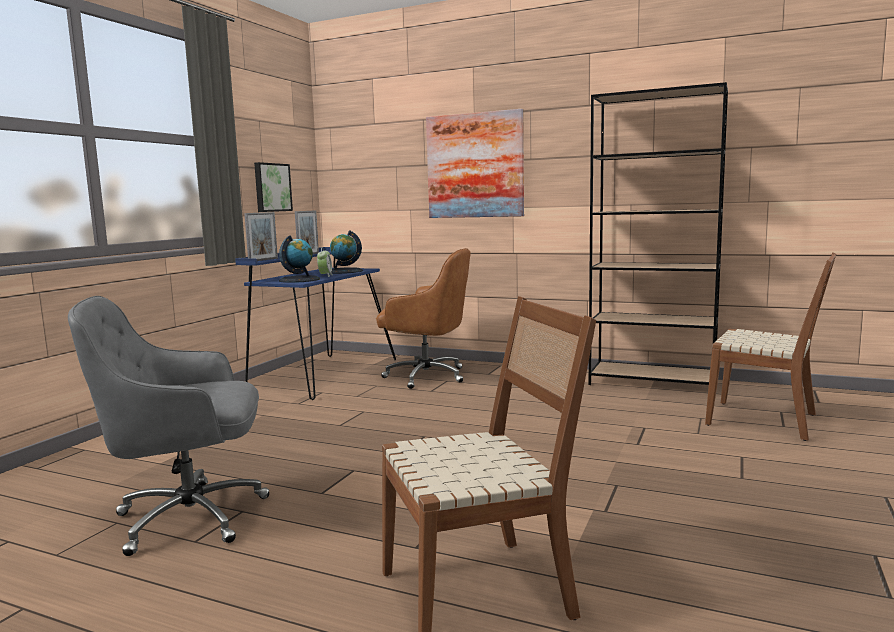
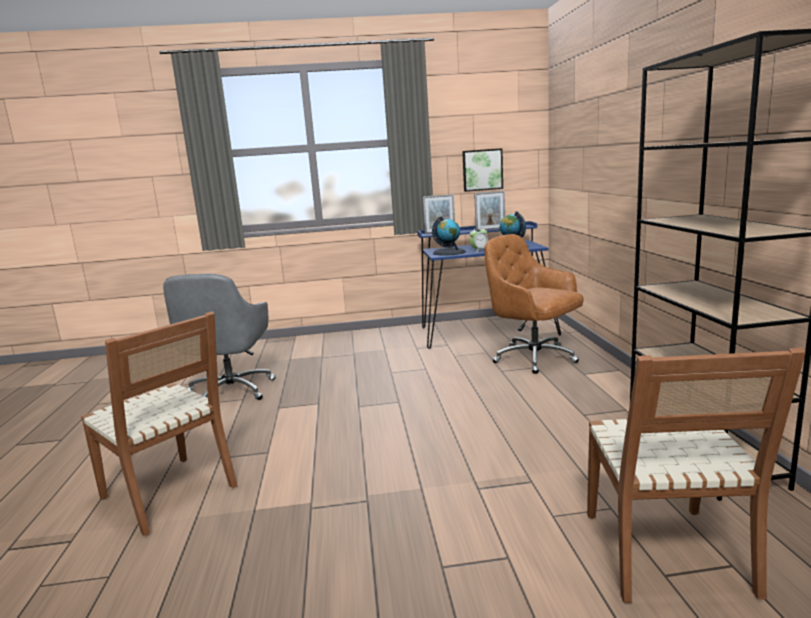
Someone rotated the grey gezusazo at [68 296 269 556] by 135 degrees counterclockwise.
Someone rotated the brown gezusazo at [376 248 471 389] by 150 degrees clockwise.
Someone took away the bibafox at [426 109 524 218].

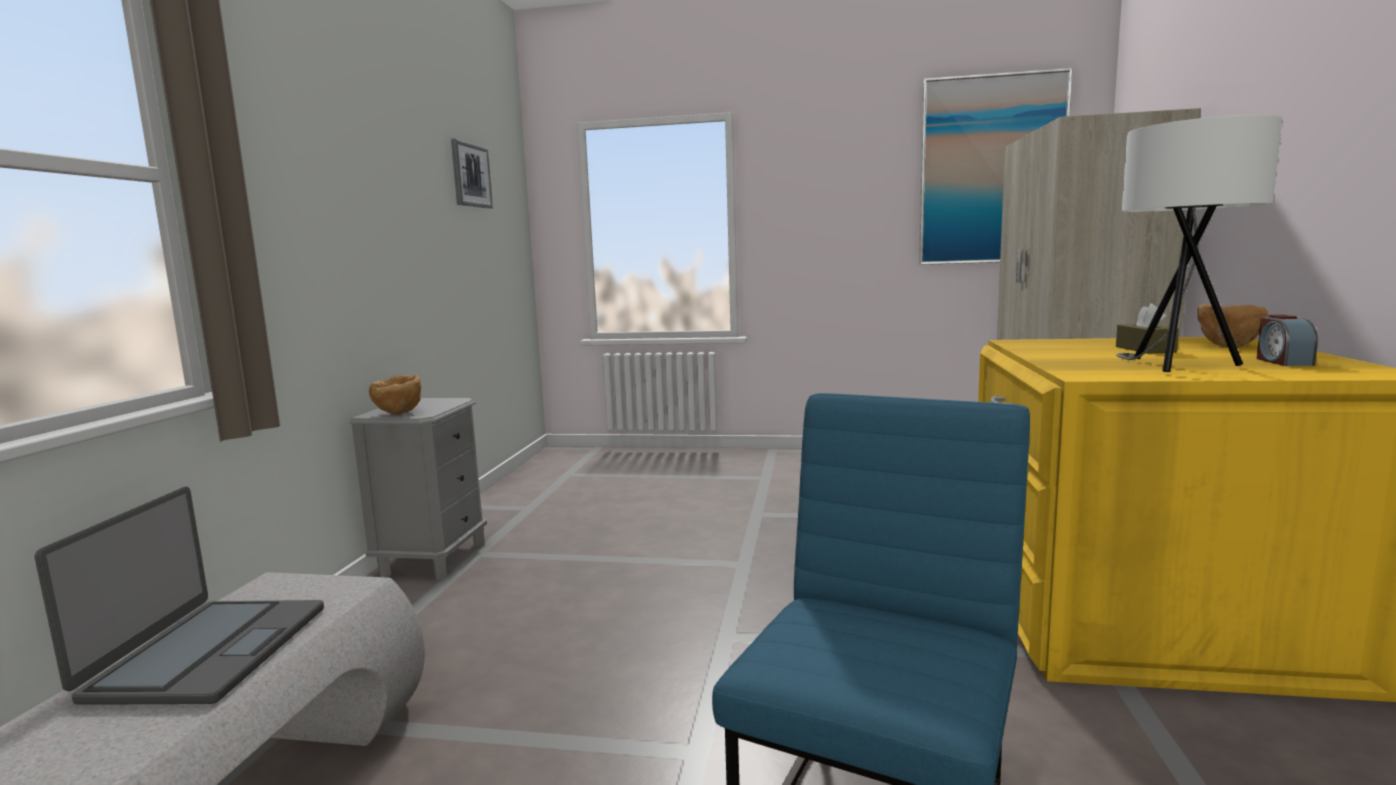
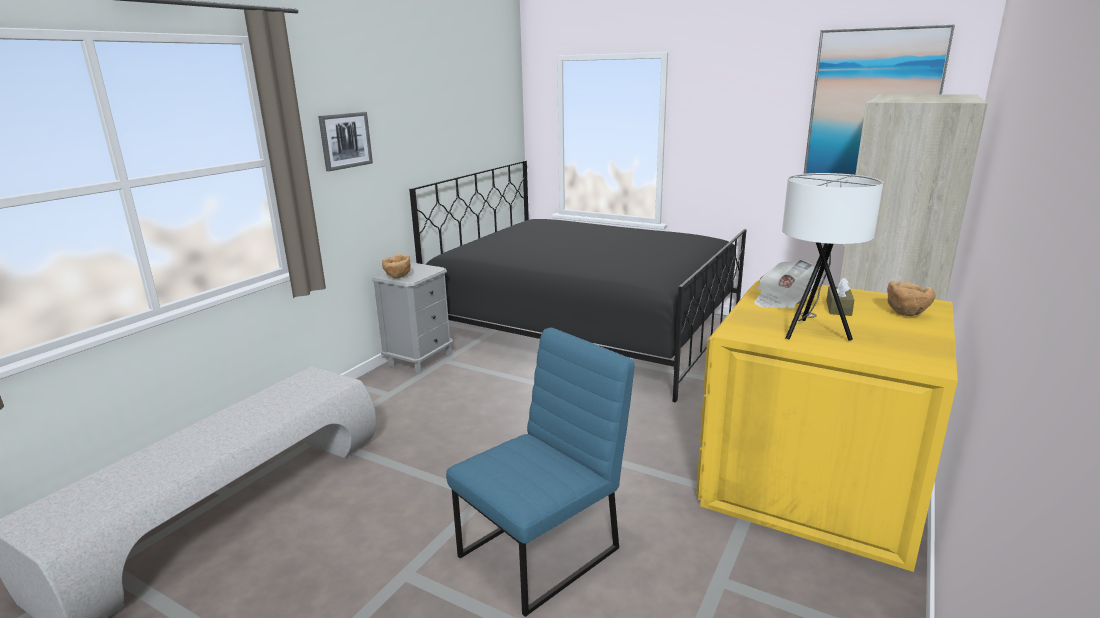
Someone carried the bibafox from [451 138 493 209] to [318 112 373 171].
Someone put down the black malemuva at [409 161 747 403].
Someone put down the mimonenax at [754 259 823 309].
Someone took away the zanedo at [35 487 324 705].
Someone took away the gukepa at [1257 315 1318 366].

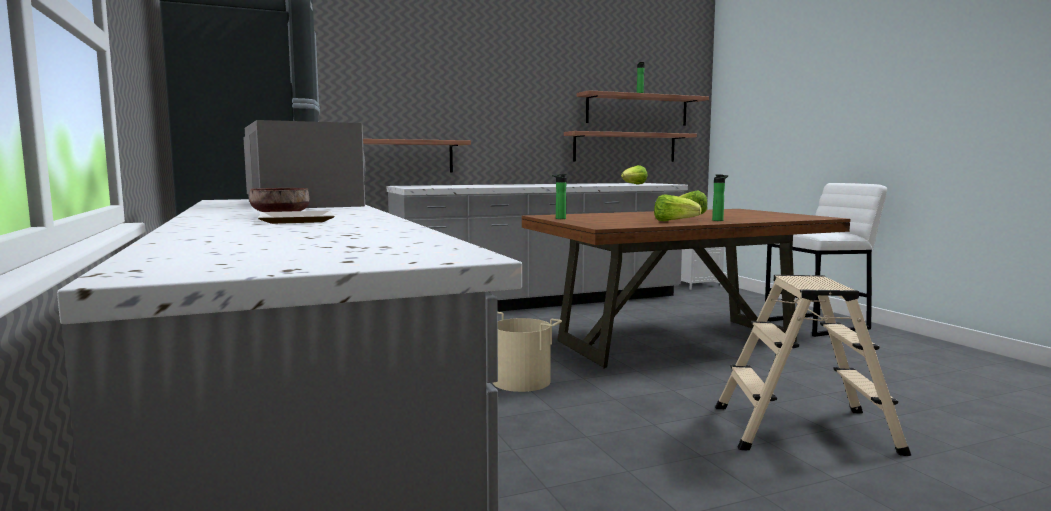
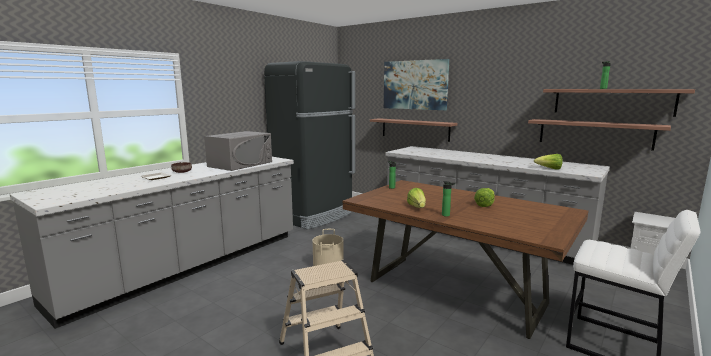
Someone put up the bibafox at [384 59 449 110].

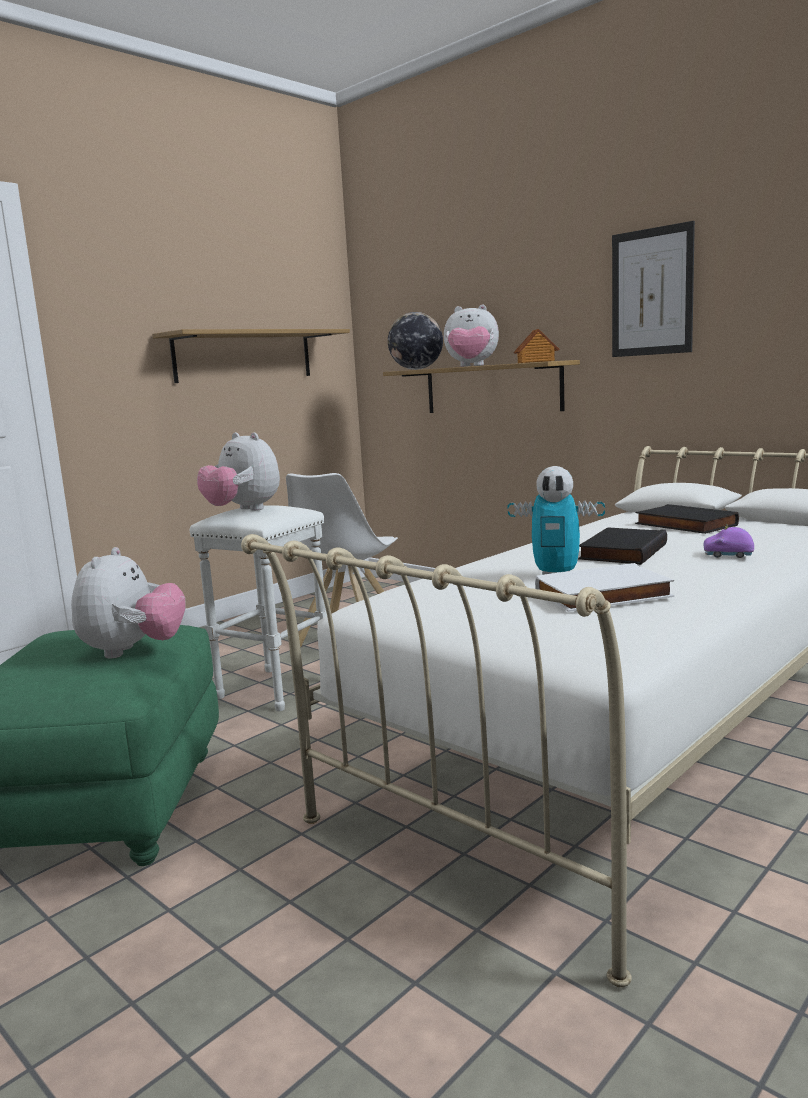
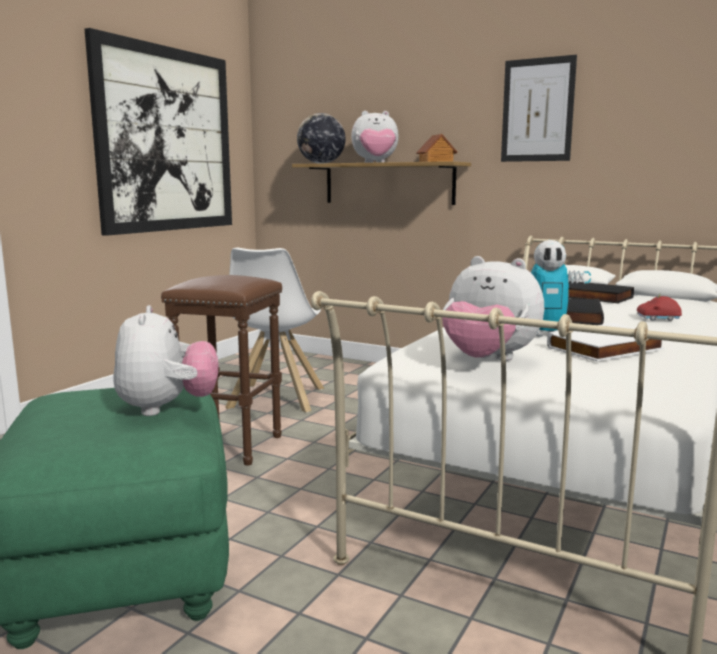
Someone swapped the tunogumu at [152 329 350 383] for the bibafox at [85 28 232 236].
Someone repainted the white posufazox at [189 505 327 711], which became the brown posufazox at [161 275 282 466].
Someone carried the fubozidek from [197 432 280 511] to [442 256 544 361].
Someone repainted the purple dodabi at [703 524 754 558], which became the red dodabi at [637 294 682 321].

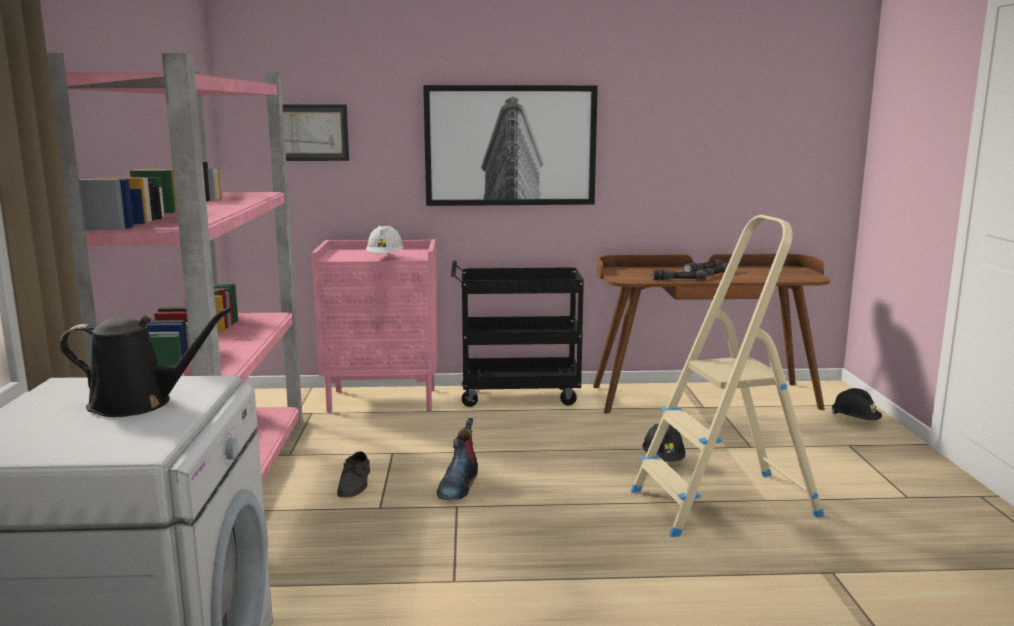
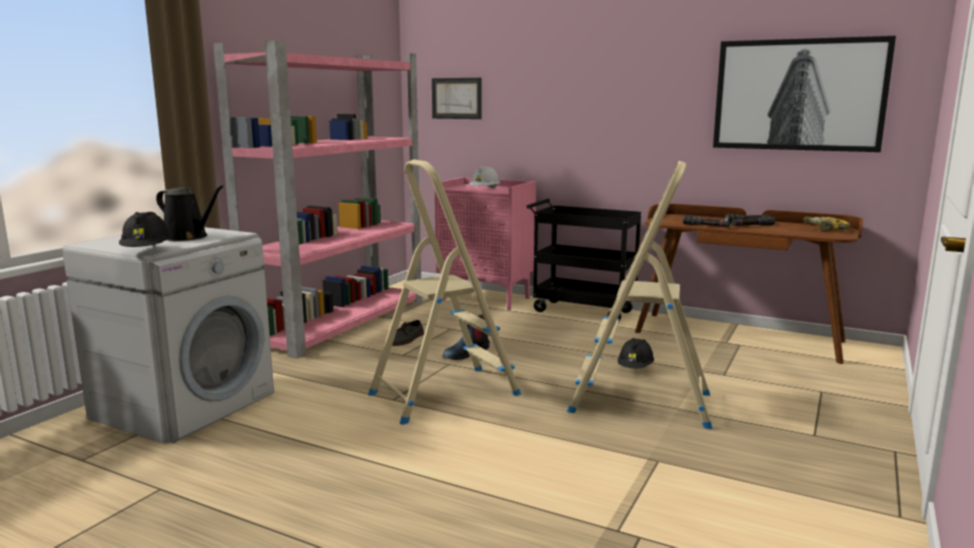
Someone carried the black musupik from [831 388 882 420] to [119 212 171 247].
Someone put down the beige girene at [368 159 521 425].
Someone carried the bibafox from [423 85 598 206] to [713 36 896 152].
Someone put down the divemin at [803 217 850 231].

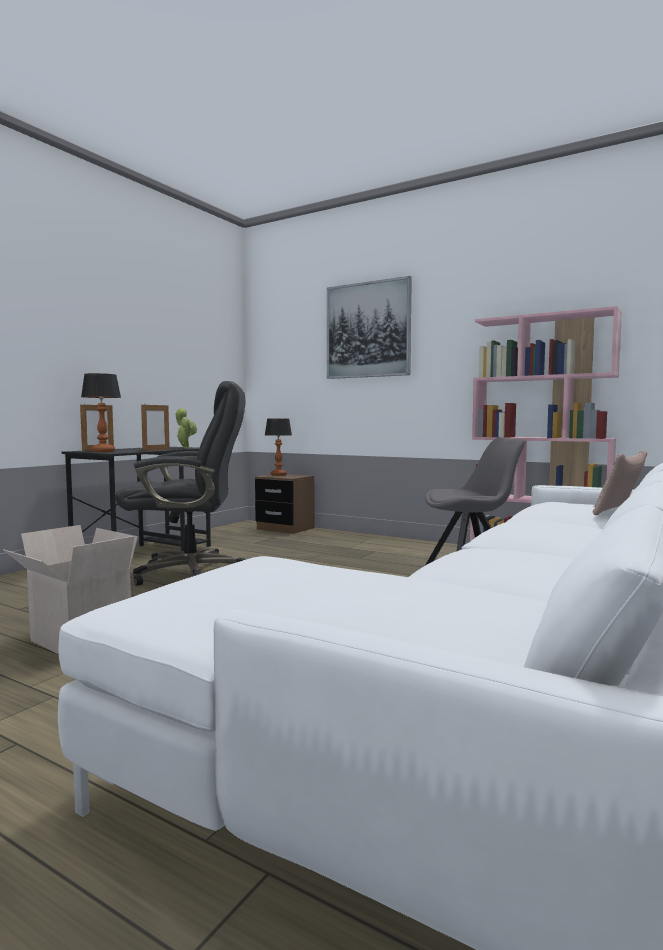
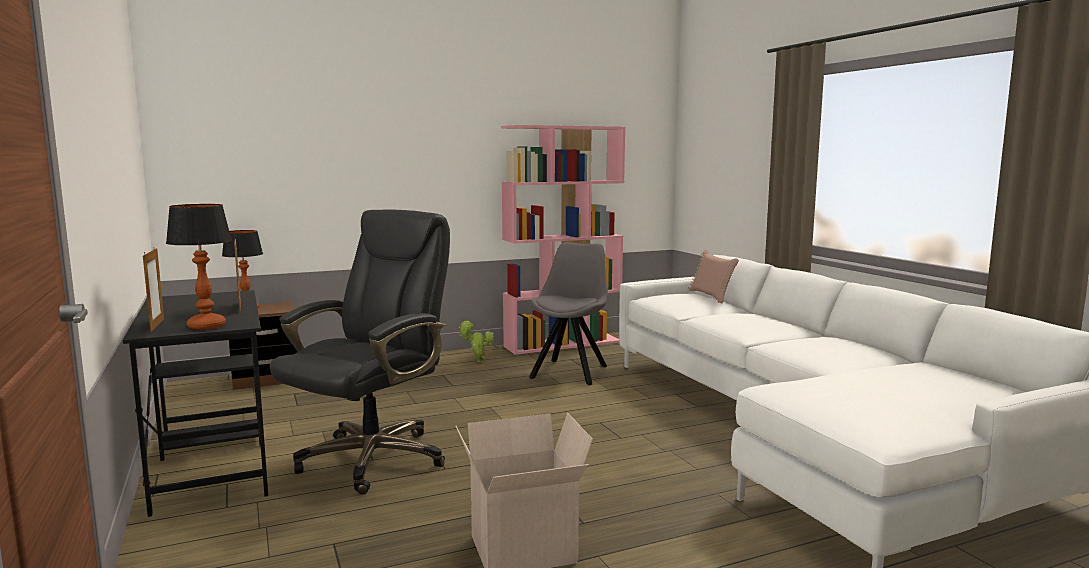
Someone carried the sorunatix from [176 408 197 449] to [459 321 494 362].
Someone took away the bibafox at [327 276 412 379].

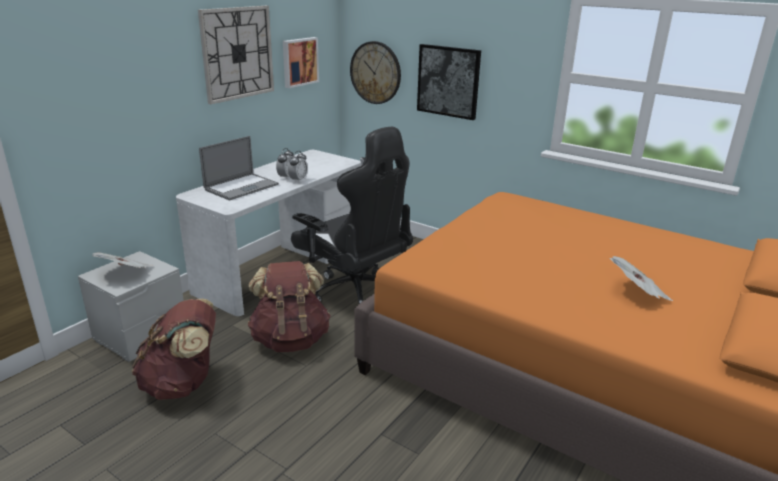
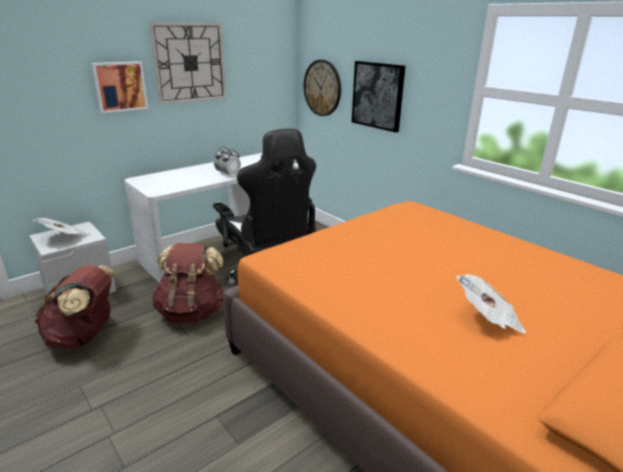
Someone carried the bibafox from [283 37 319 88] to [91 61 148 113].
Someone took away the zanedo at [199 136 279 200].

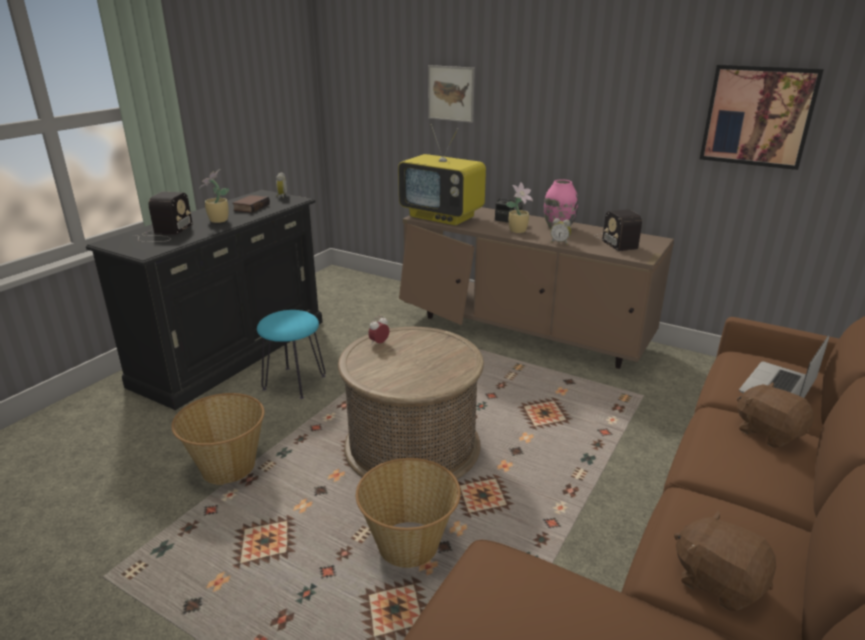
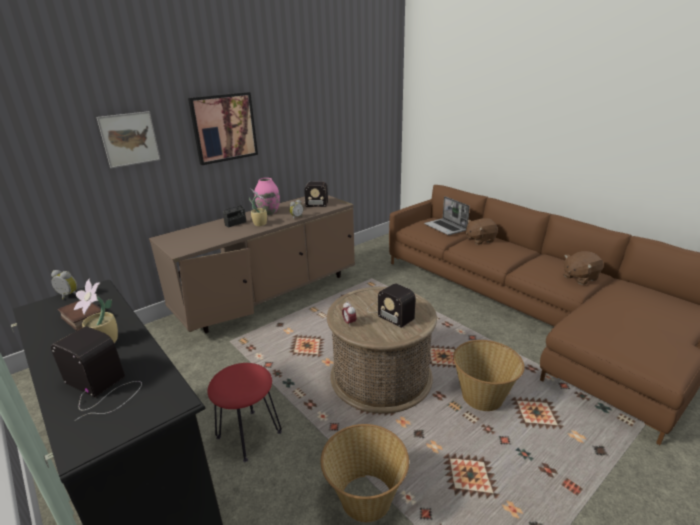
Someone carried the bibafox from [700 64 824 170] to [188 92 258 165].
Someone repainted the turquoise posufazox at [257 310 326 399], which became the red posufazox at [208 363 282 462].
Someone put down the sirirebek at [367 283 416 328].
Someone took away the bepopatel at [398 124 486 226].

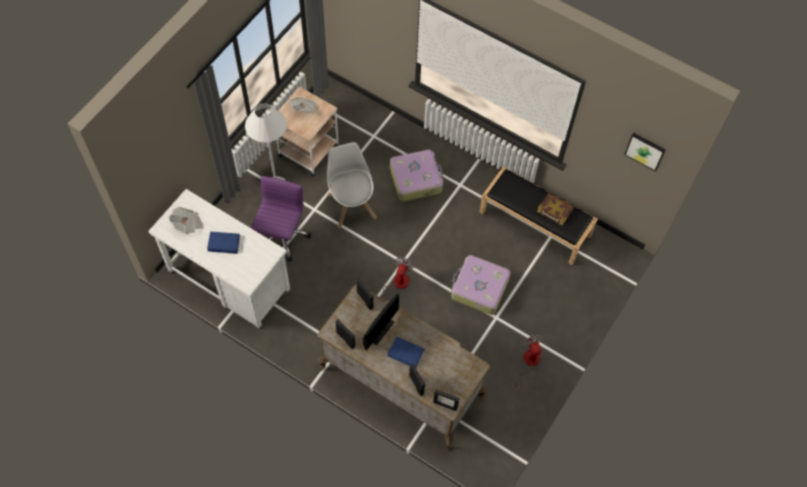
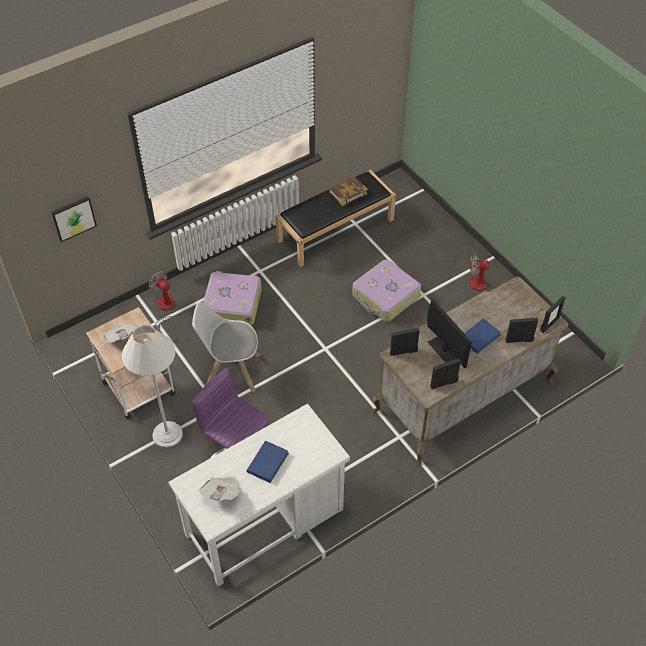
Someone carried the bibafox from [624 133 666 172] to [51 196 97 242].
Someone carried the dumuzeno from [366 257 414 294] to [149 271 175 330].

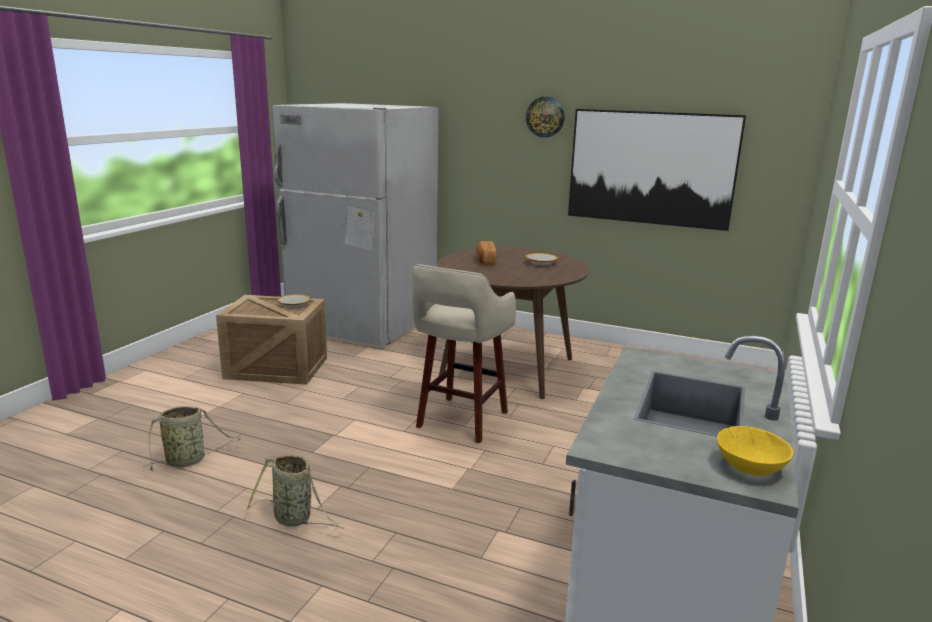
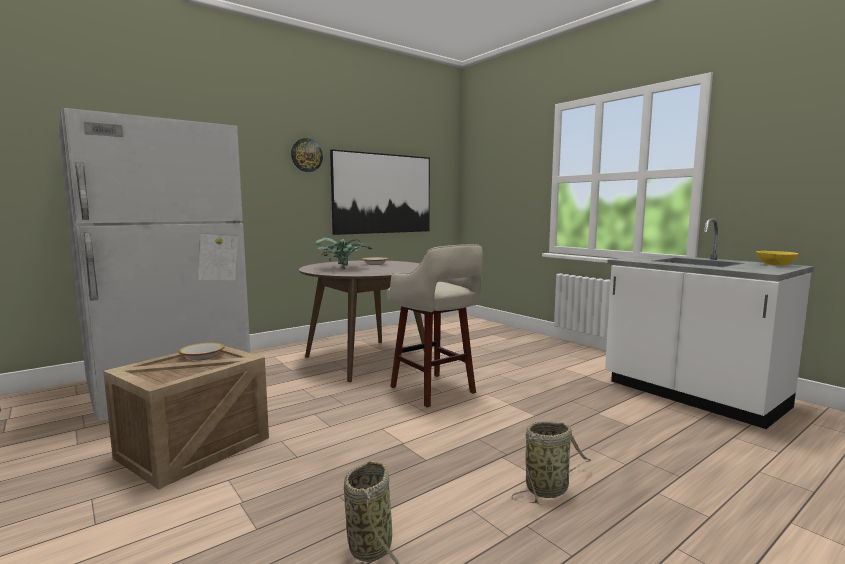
Someone swapped the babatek at [476 241 497 265] for the sorunatix at [314 238 372 269].

